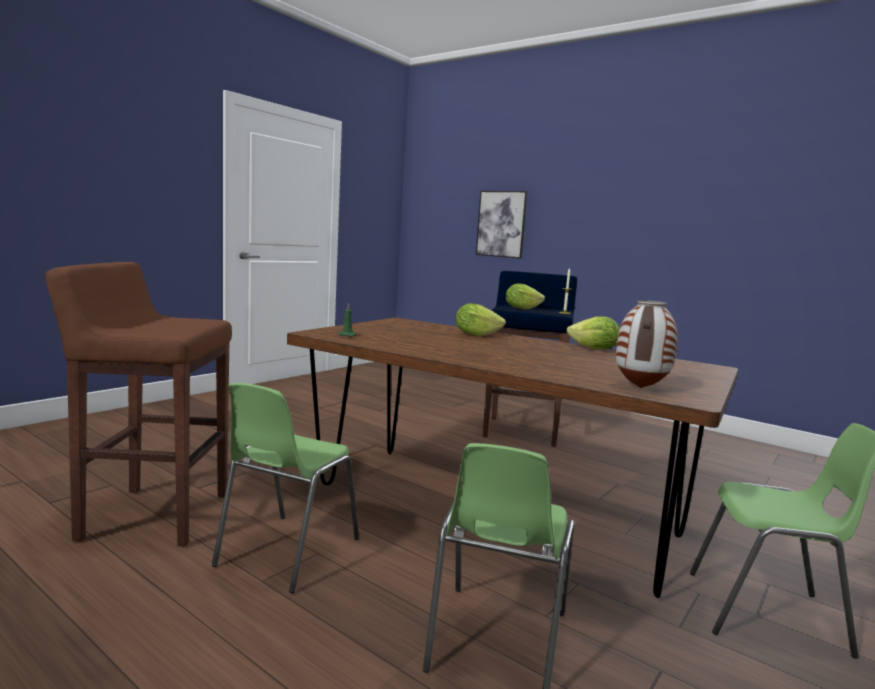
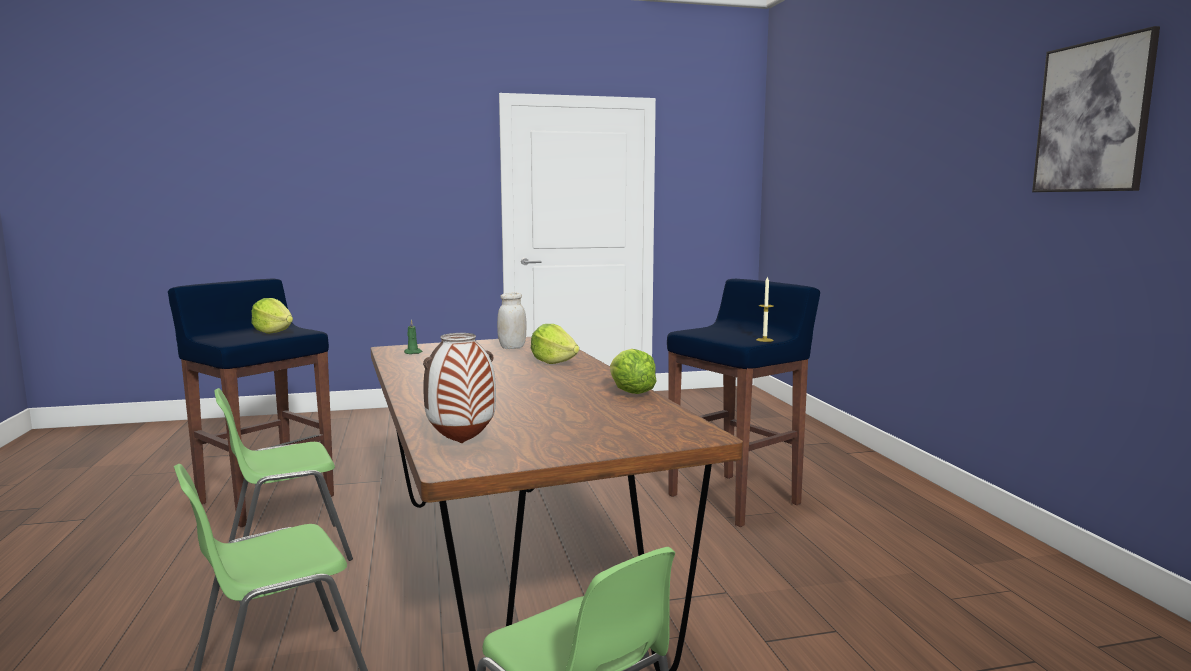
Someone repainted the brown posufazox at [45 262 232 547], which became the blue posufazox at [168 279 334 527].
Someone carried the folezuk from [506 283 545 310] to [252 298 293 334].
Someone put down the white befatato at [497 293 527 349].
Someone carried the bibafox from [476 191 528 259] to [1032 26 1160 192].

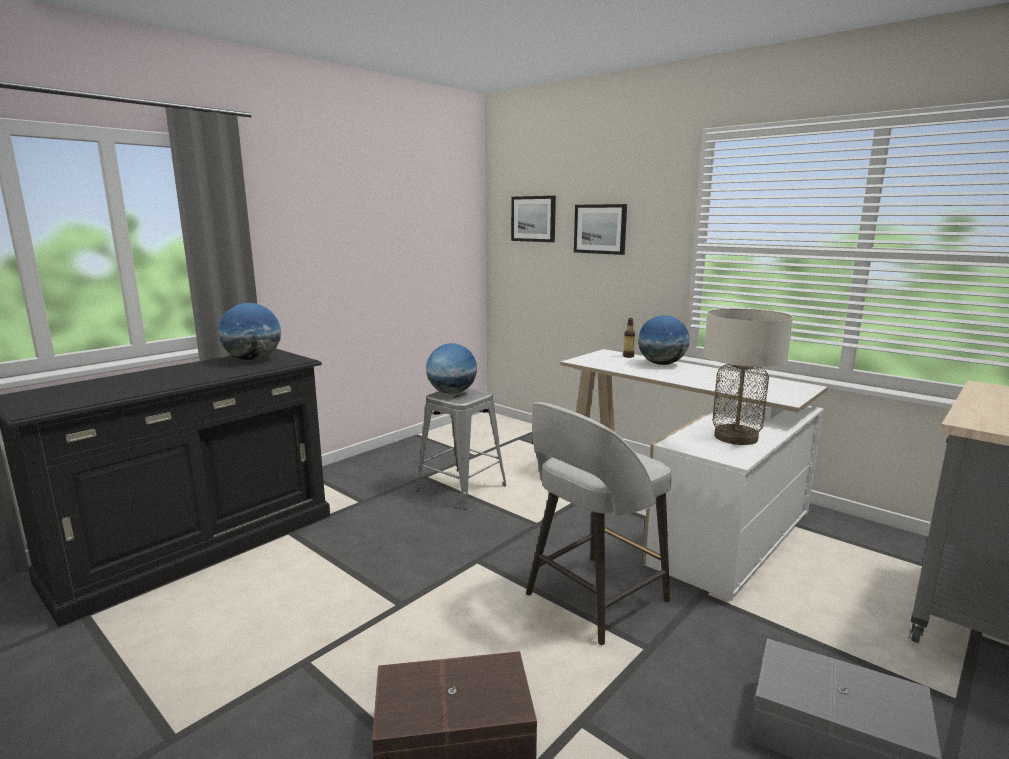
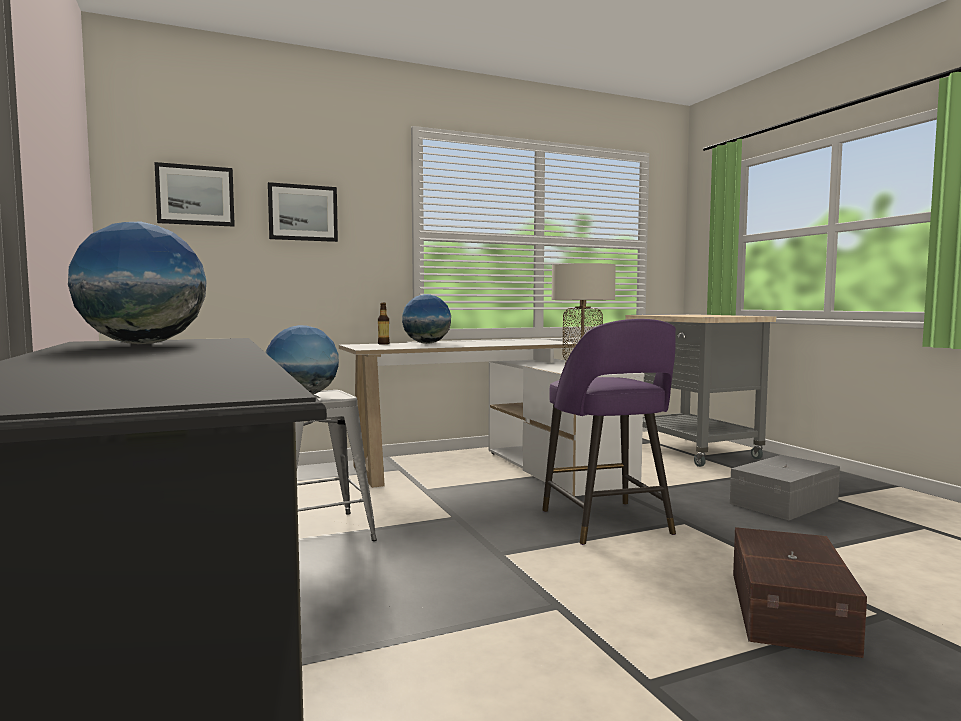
Someone repainted the grey posufazox at [526 402 672 645], which became the purple posufazox at [543 319 676 545].

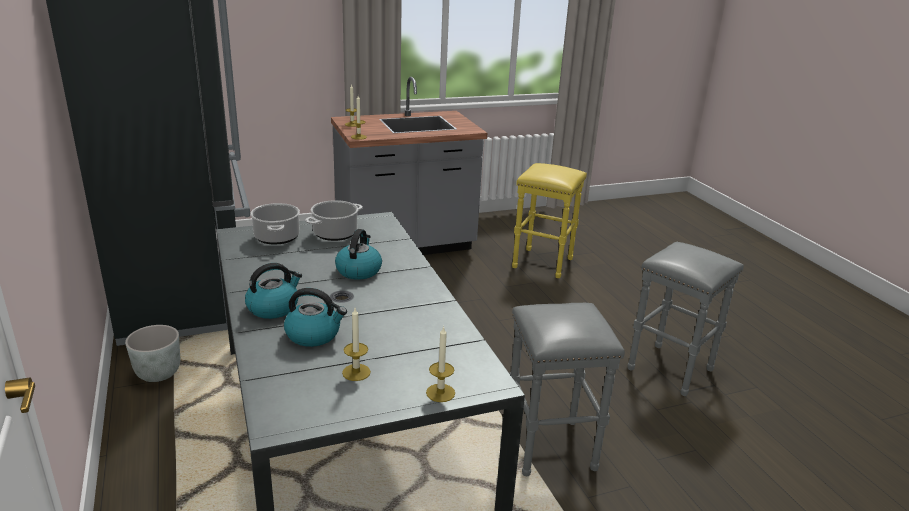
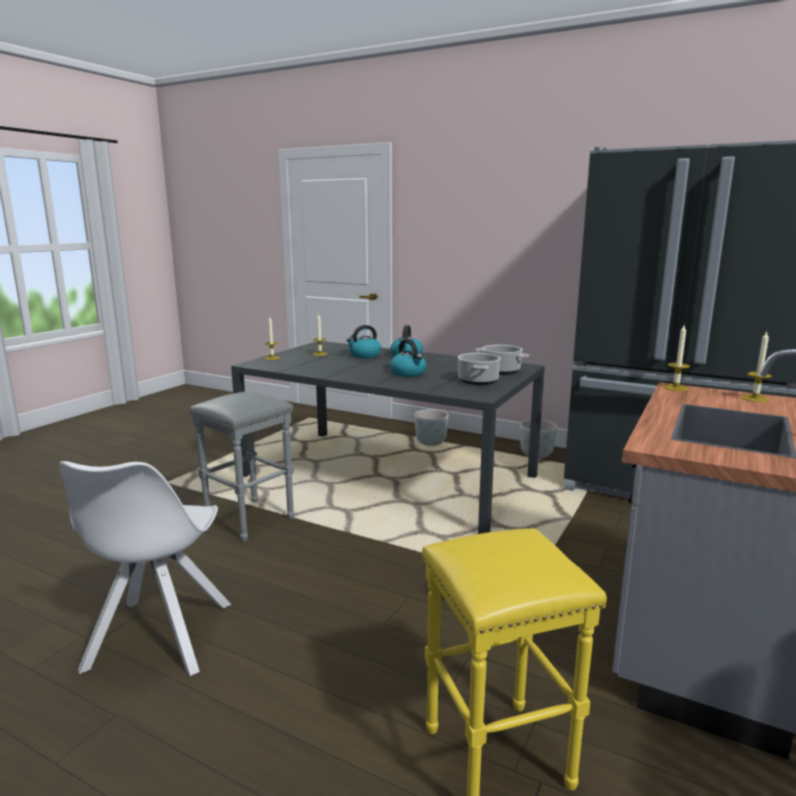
Someone swapped the grey posufazox at [628 242 744 396] for the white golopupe at [59 461 231 676].
Someone put down the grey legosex at [414 409 449 446].

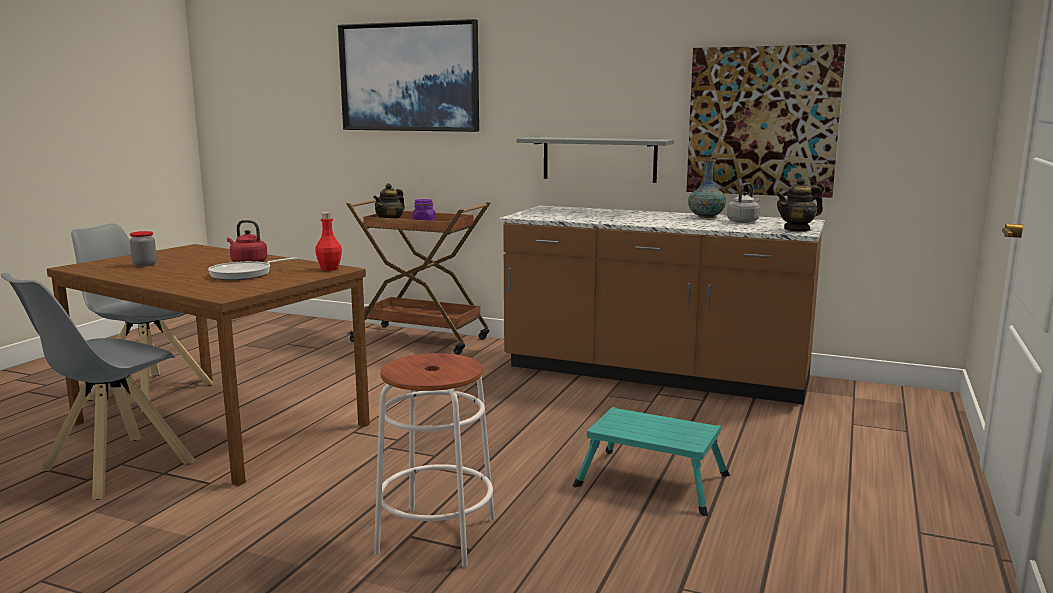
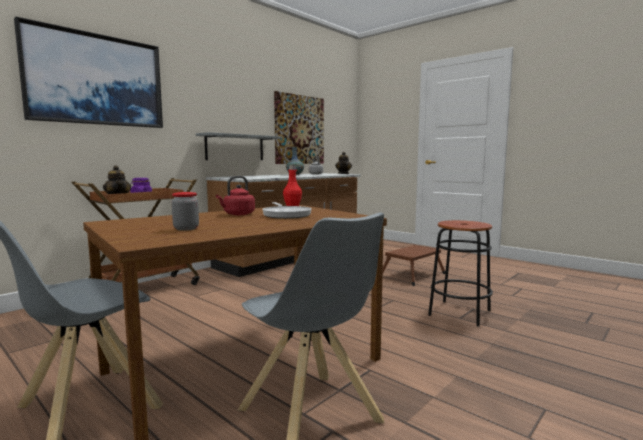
Someone repainted the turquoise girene at [572 407 730 516], which became the brown girene at [383 245 446 286].
Someone repainted the white posufazox at [374 353 495 567], which became the black posufazox at [428 220 493 327].

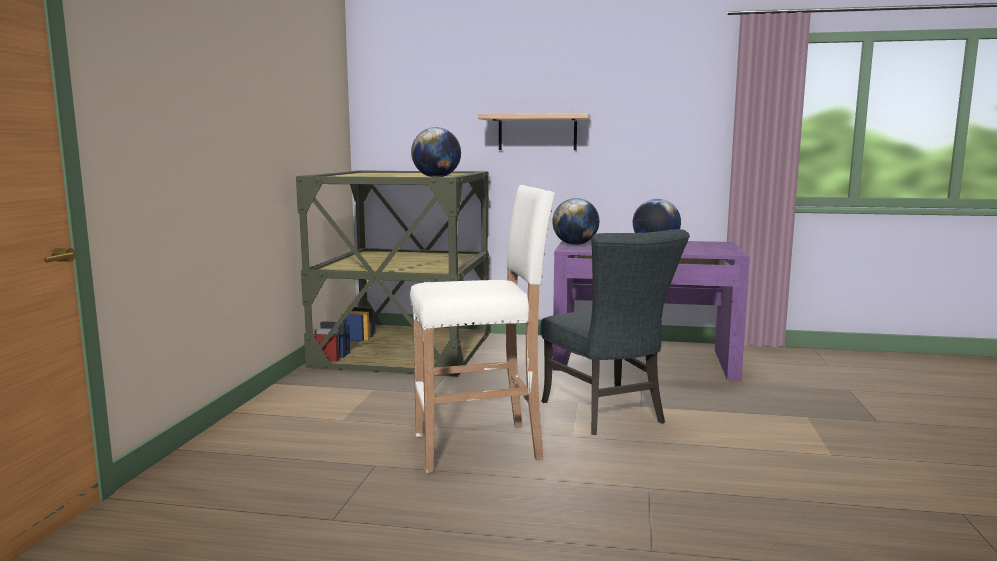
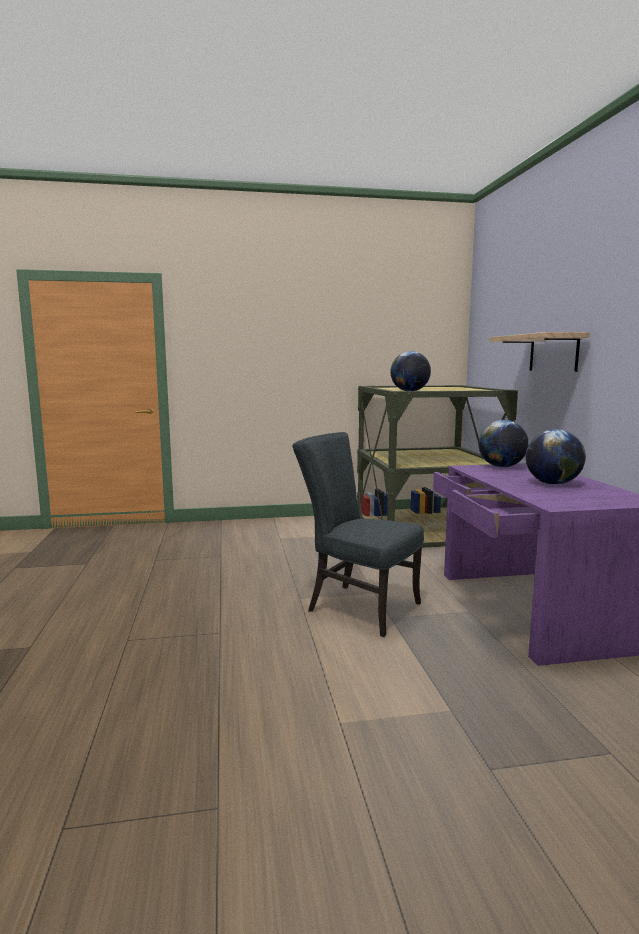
Someone rotated the grey golopupe at [541 229 690 435] by 75 degrees clockwise.
Someone took away the white posufazox at [410 185 555 473].

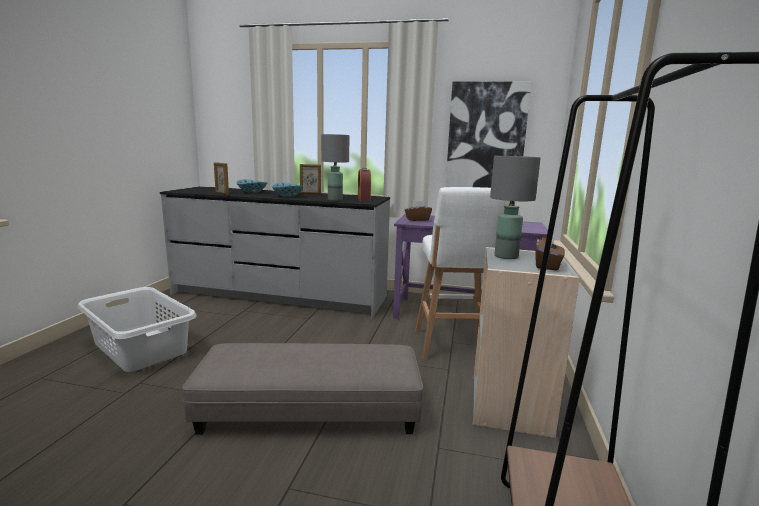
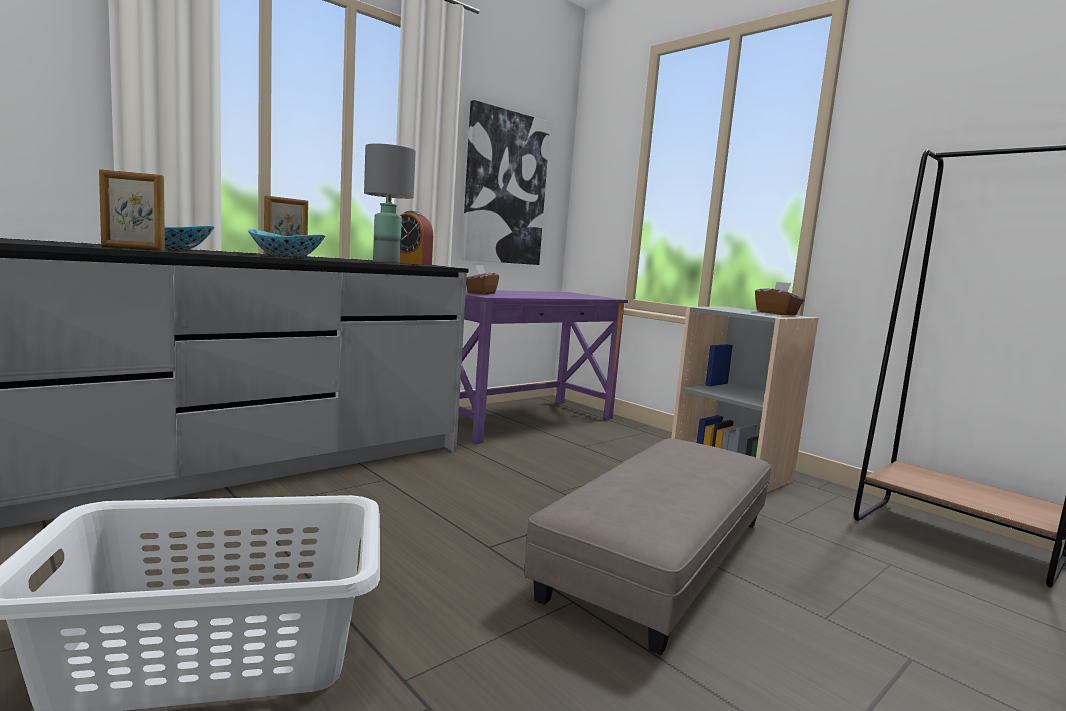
Someone took away the white posufazox at [415 187 510 360].
Someone took away the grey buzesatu at [490 156 541 259].

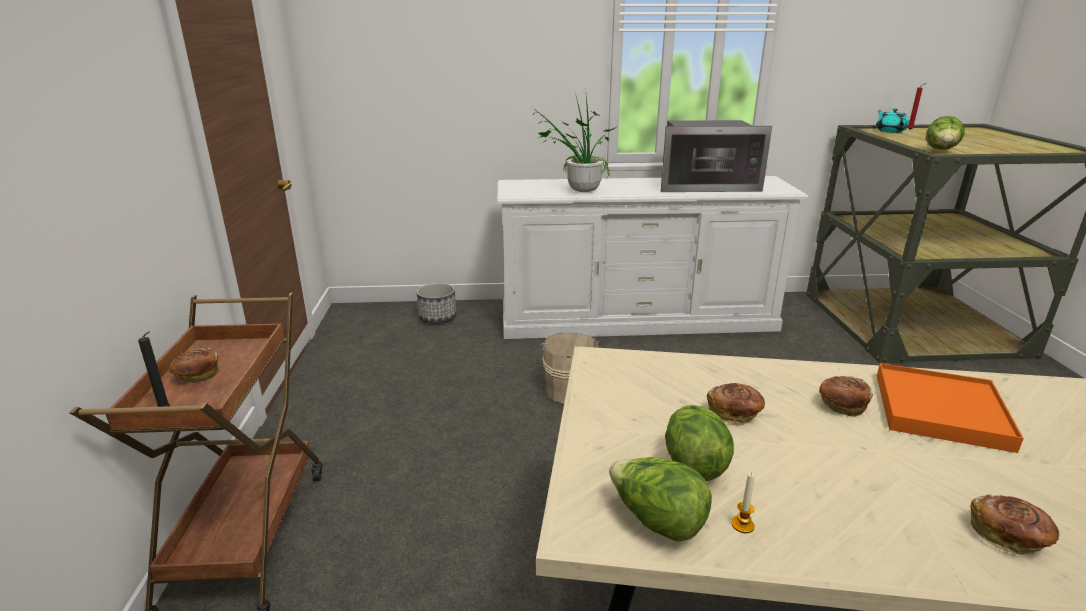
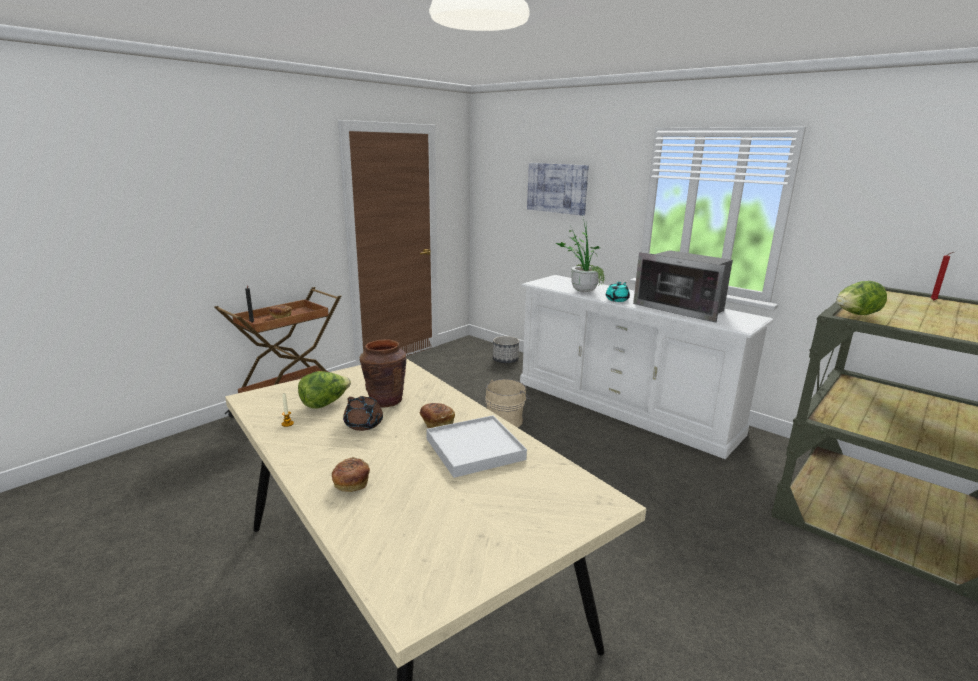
Someone put down the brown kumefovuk at [343 396 383 431].
Someone swapped the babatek at [707 383 765 424] for the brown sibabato at [360 339 406 408].
Someone repainted the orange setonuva at [877 363 1024 453], which became the white setonuva at [426 415 527 478].
Someone put up the bibafox at [527 163 589 216].
Someone carried the turquoise kumefovuk from [876 108 909 133] to [606 282 630 302].
Someone took away the folezuk at [609 457 712 541].

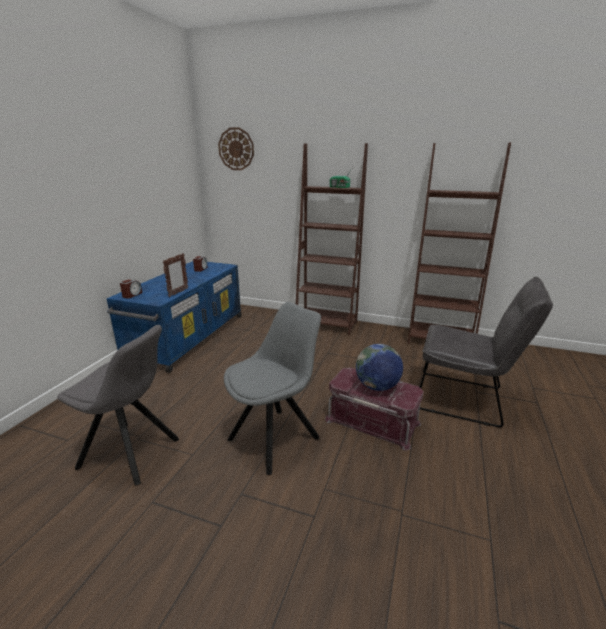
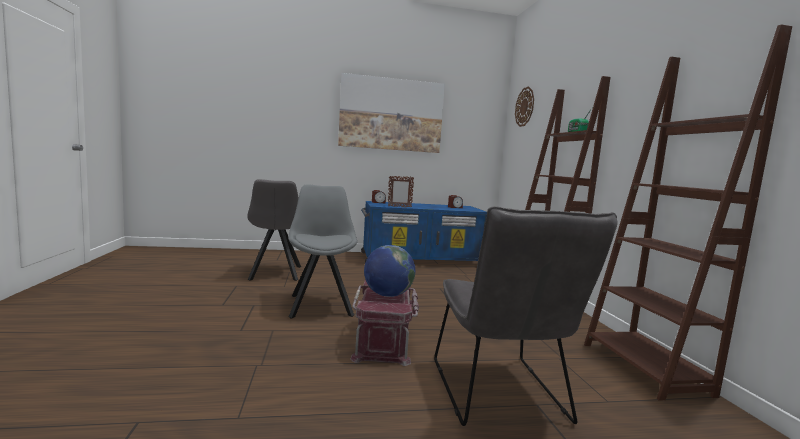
Someone rotated the grey golopupe at [224 302 321 475] by 120 degrees counterclockwise.
Someone put up the bibafox at [338 73 445 153].

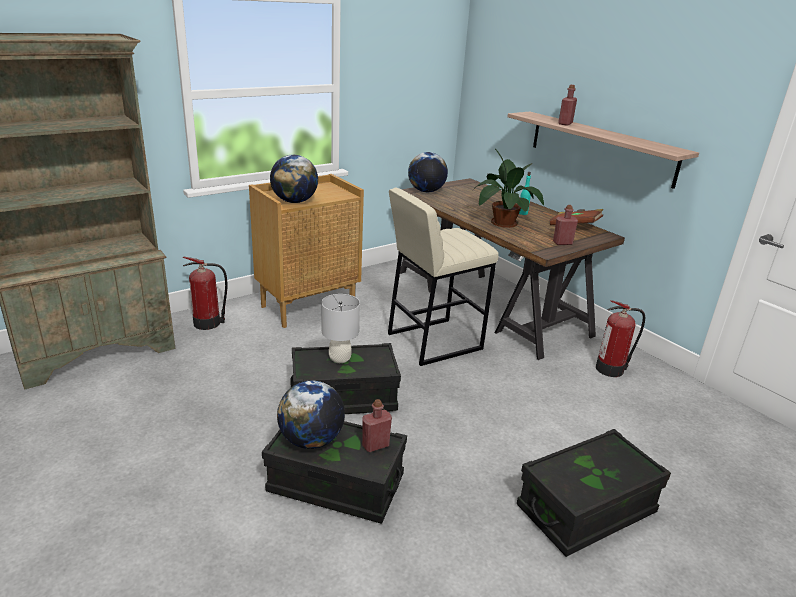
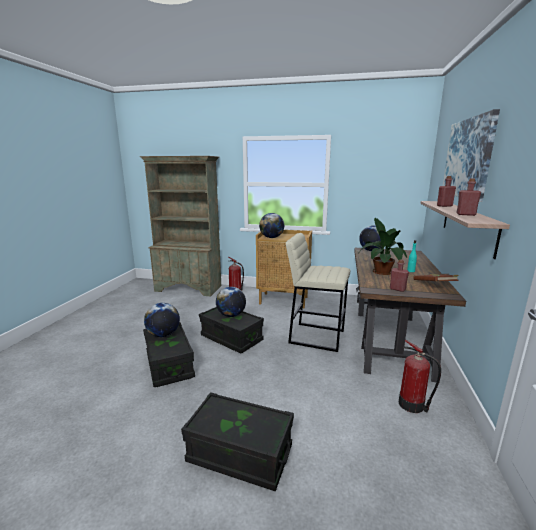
Someone swapped the grey buzesatu at [322 294 360 363] for the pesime at [216 287 246 317].
Someone put up the bibafox at [443 109 500 202].
Someone carried the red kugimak from [362 399 392 452] to [456 178 481 216].

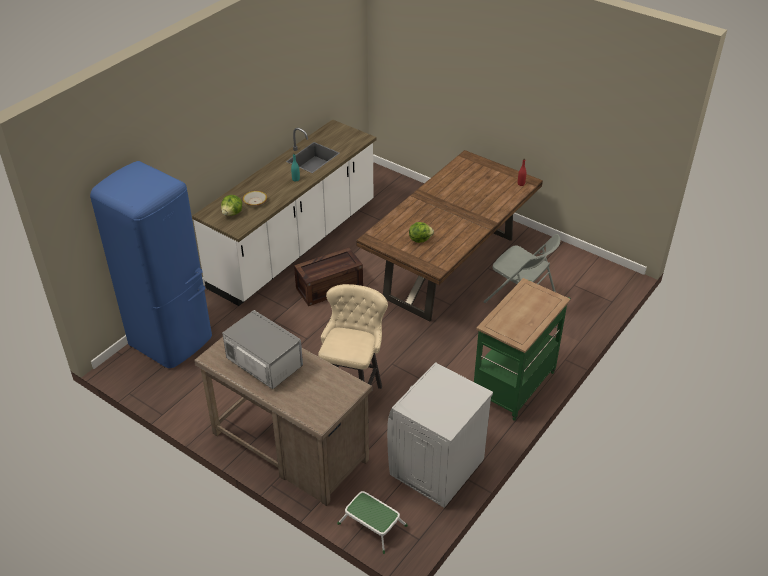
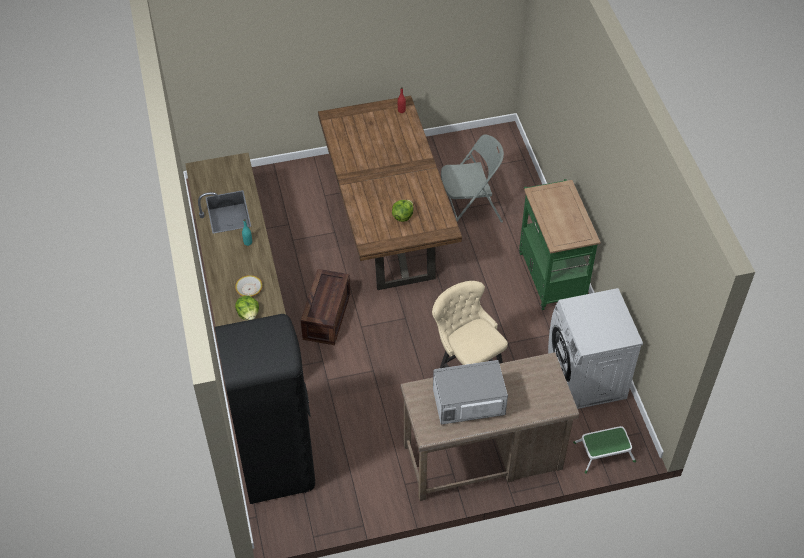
Someone repainted the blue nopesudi at [90 161 212 368], which became the black nopesudi at [215 314 315 504].

